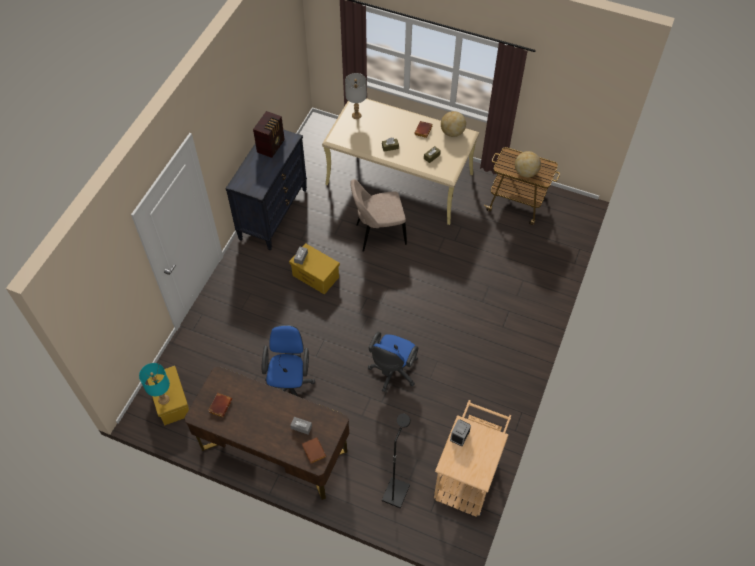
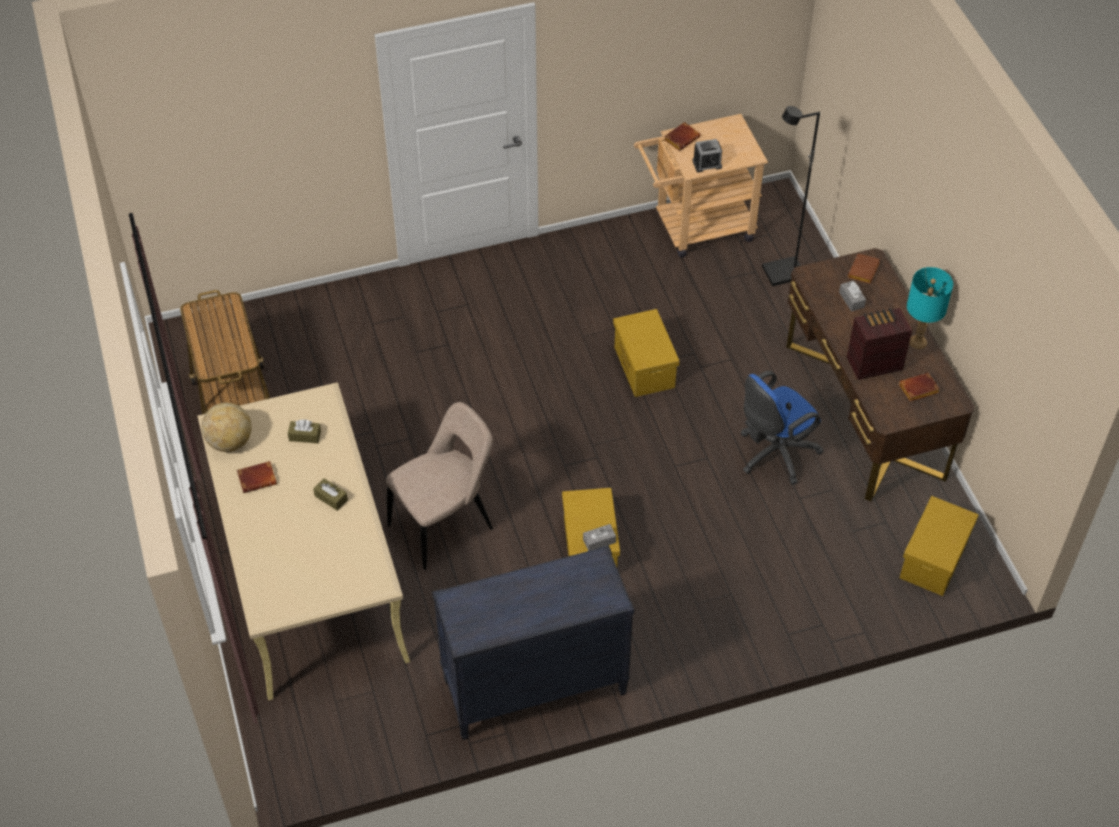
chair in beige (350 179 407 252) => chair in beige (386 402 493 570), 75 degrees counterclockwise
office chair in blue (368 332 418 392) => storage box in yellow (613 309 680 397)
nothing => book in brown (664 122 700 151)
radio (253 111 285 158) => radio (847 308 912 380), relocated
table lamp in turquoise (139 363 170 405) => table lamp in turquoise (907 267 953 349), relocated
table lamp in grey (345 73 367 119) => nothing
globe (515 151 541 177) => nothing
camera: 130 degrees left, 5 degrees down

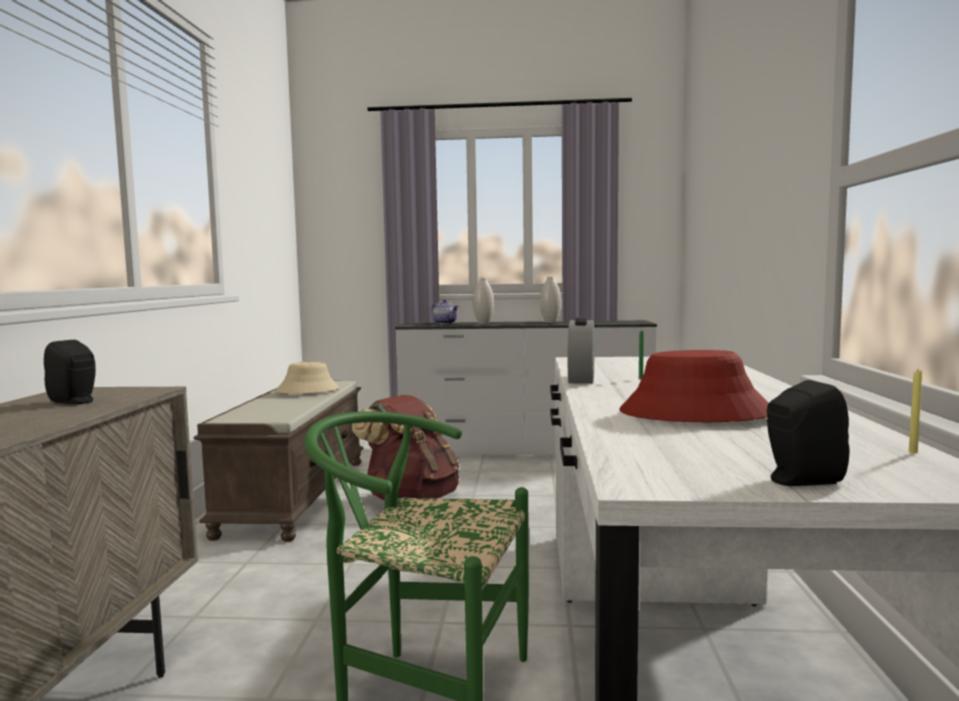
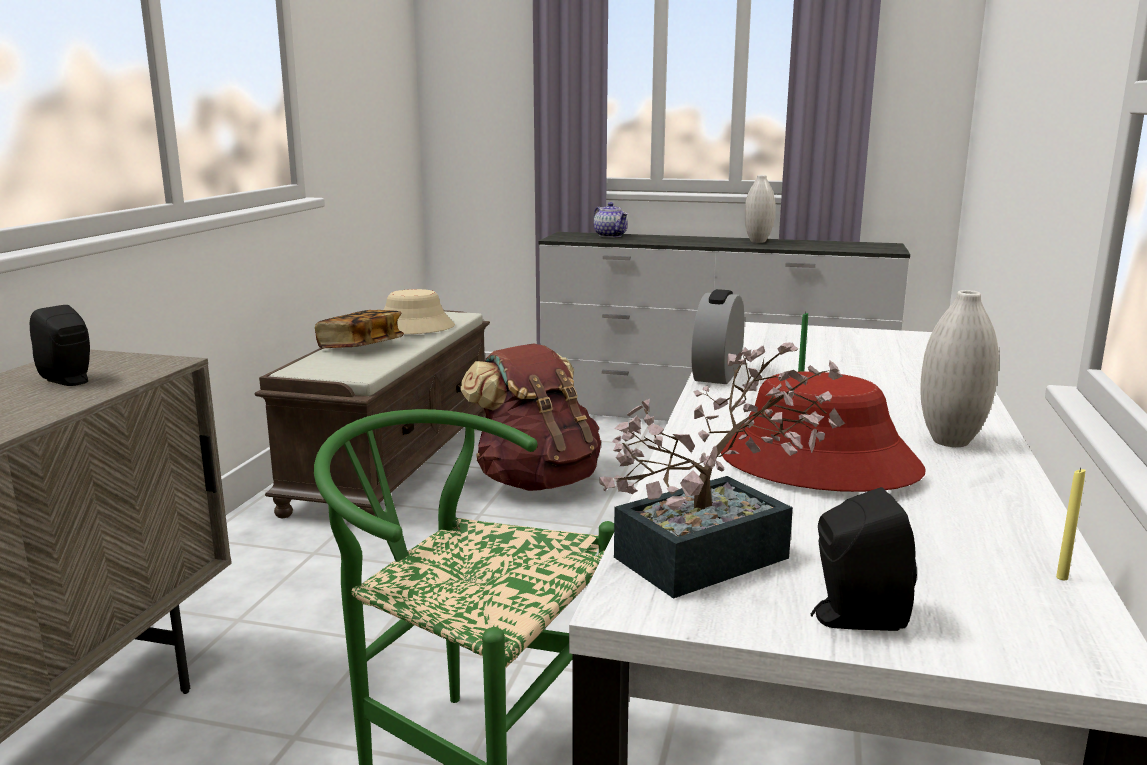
nothing => book (315 310 404 349)
nothing => potted plant (600 342 845 599)
vase in white (473 277 494 324) => vase in white (920 290 999 447), relocated
camera: 10 degrees right, 10 degrees up

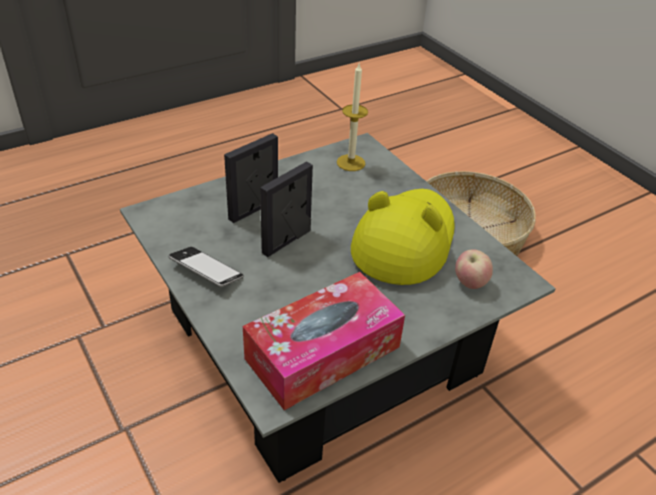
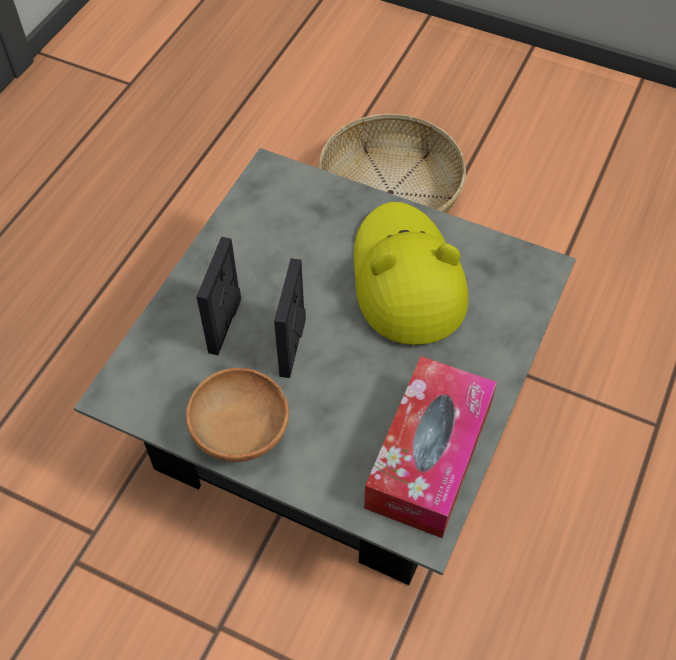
phone (168 247 243 287) => bowl in brown (186 368 289 462)
candle (337 64 368 171) => nothing
apple (455 249 493 289) => nothing
camera: 30 degrees left, 15 degrees up

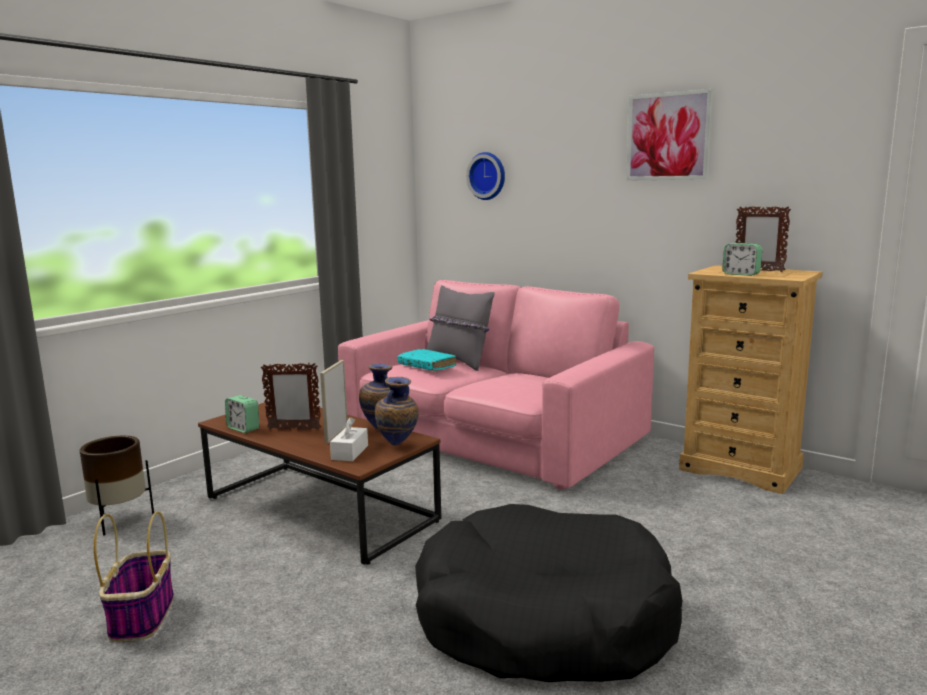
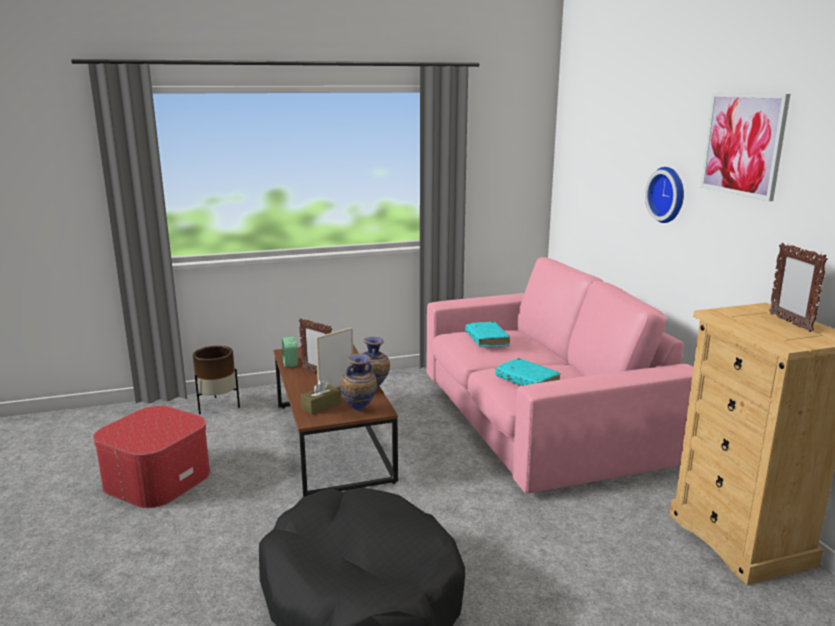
basket (94 511 174 642) => ottoman (93 406 210 508)
tissue box in white (330 417 368 461) => tissue box in brown (301 379 341 415)
nothing => book in turquoise (495 358 561 386)
wall clock (466 152 505 200) => wall clock (645 167 684 223), relocated
pillow in grey (426 285 495 371) => nothing
alarm clock (722 243 762 276) => nothing
camera: 35 degrees right, 5 degrees up

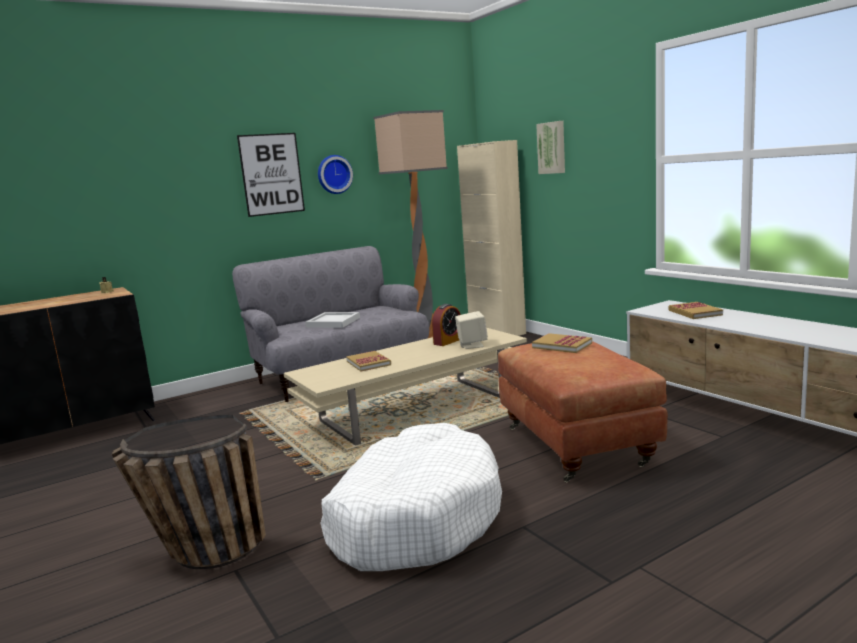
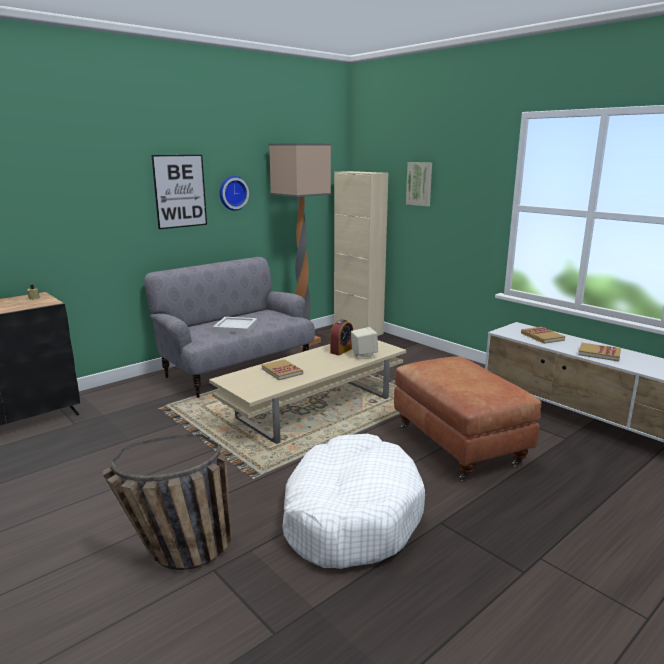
book (532 333 592 353) => book (578 343 621 361), relocated
camera: 10 degrees left, 5 degrees up

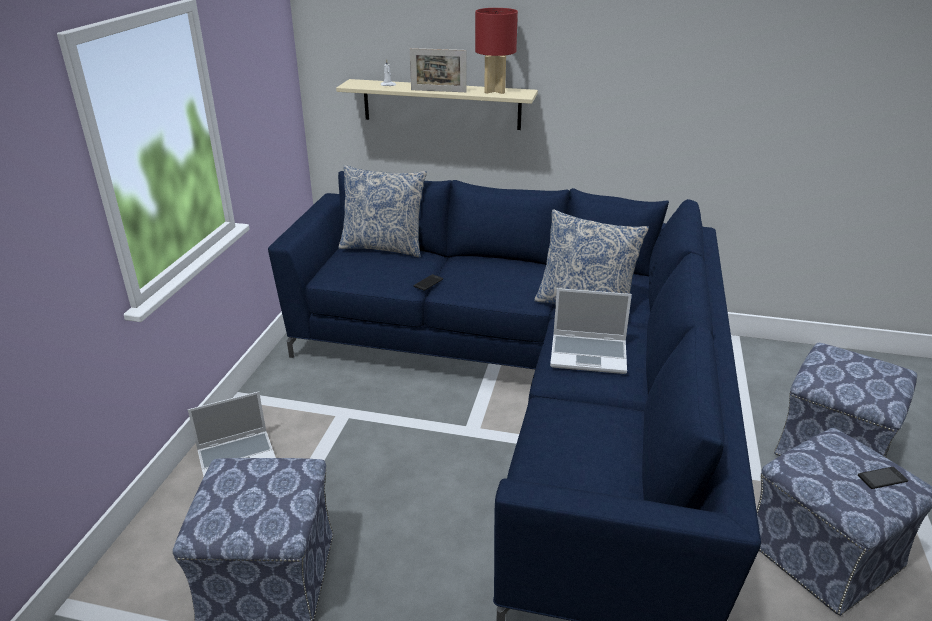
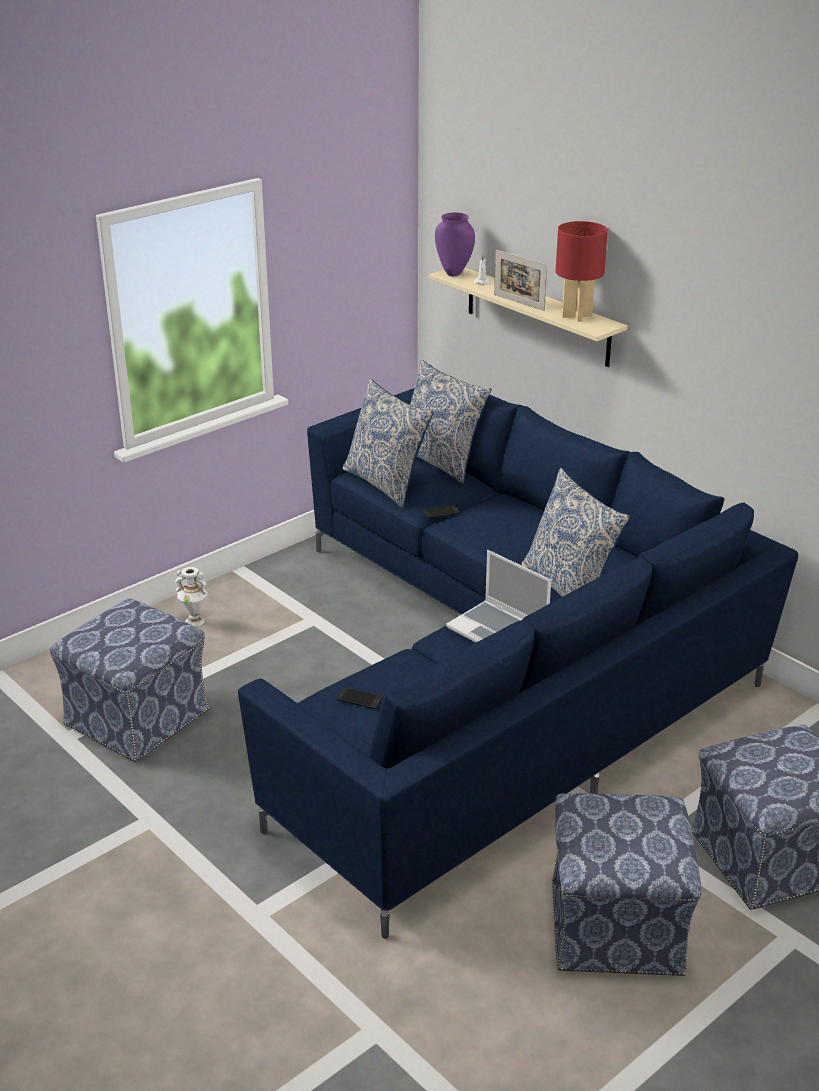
laptop (188 391 276 477) => vase in white (175 567 207 627)
phone (858 467 908 489) => phone (337 687 383 709), relocated
nothing => pillow (342 379 433 508)
nothing => vase in purple (435 212 475 276)
camera: 35 degrees right, 0 degrees up

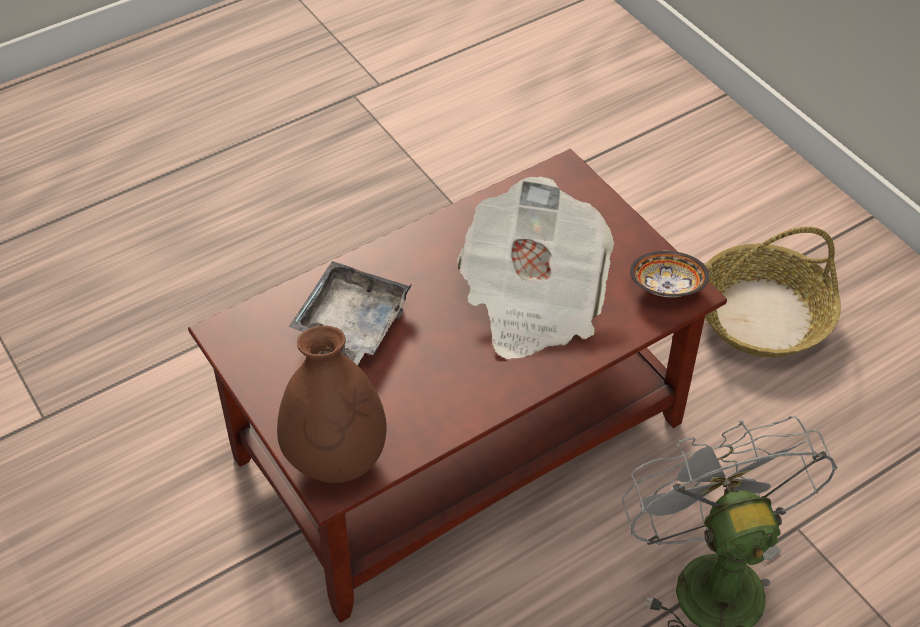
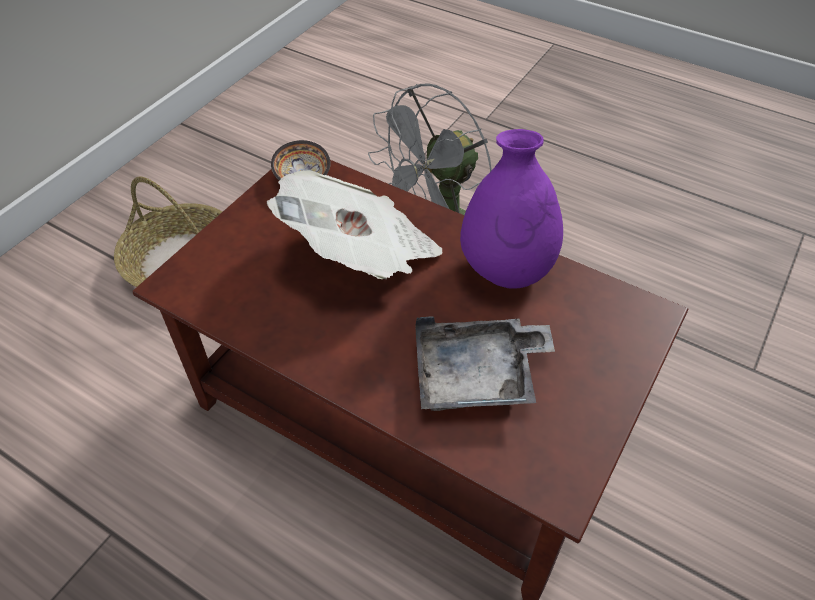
nothing => vase in purple (460 129 563 289)
vase in brown (277 325 387 483) => nothing
camera: 115 degrees left, 0 degrees up

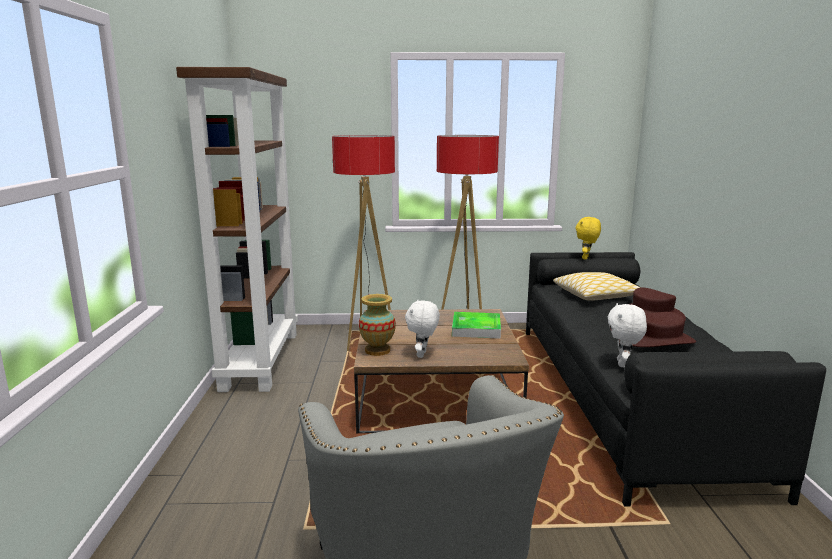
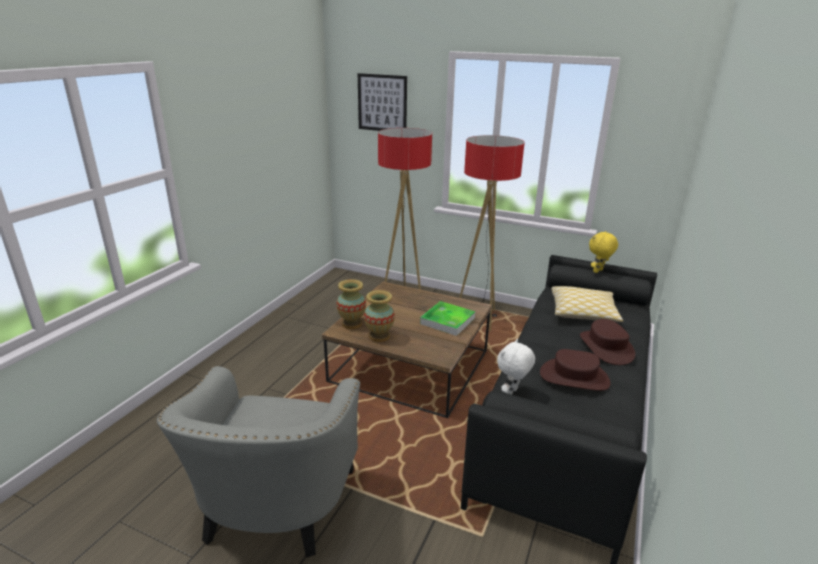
nothing => picture (358 73 407 131)
plush toy in white (405 300 440 358) => vase (364 290 395 342)
bookcase in brown (176 67 298 392) => nothing
camera: 25 degrees right, 10 degrees up

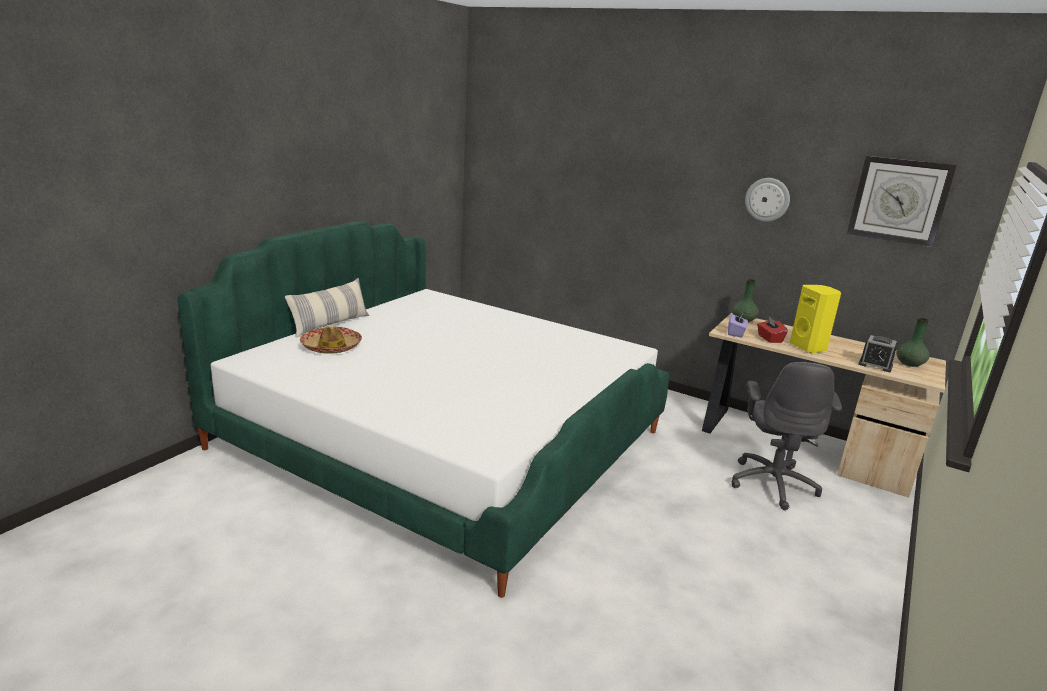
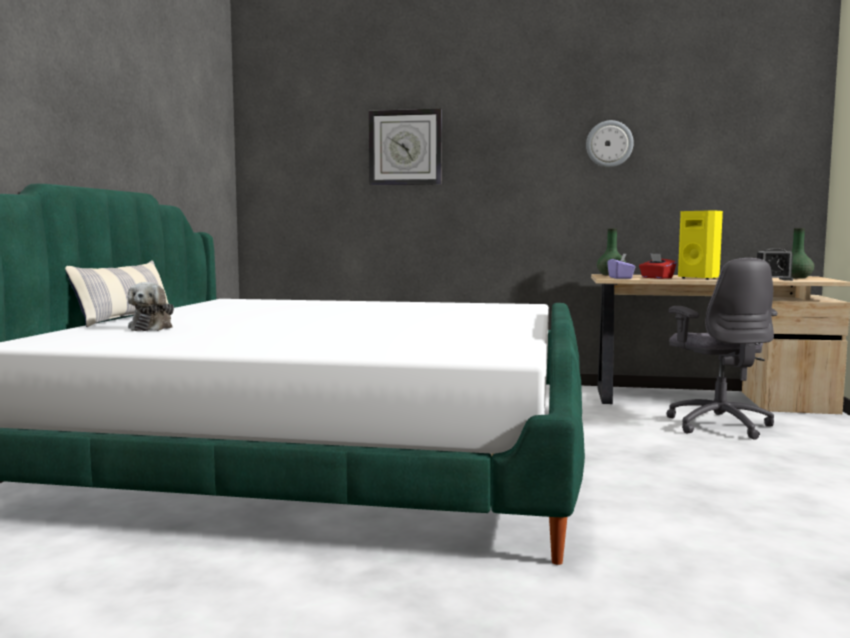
hat (300 325 362 354) => plush toy (128 282 174 331)
wall clock (847 155 957 247) => wall clock (369 109 442 185), relocated
camera: 20 degrees left, 15 degrees down

